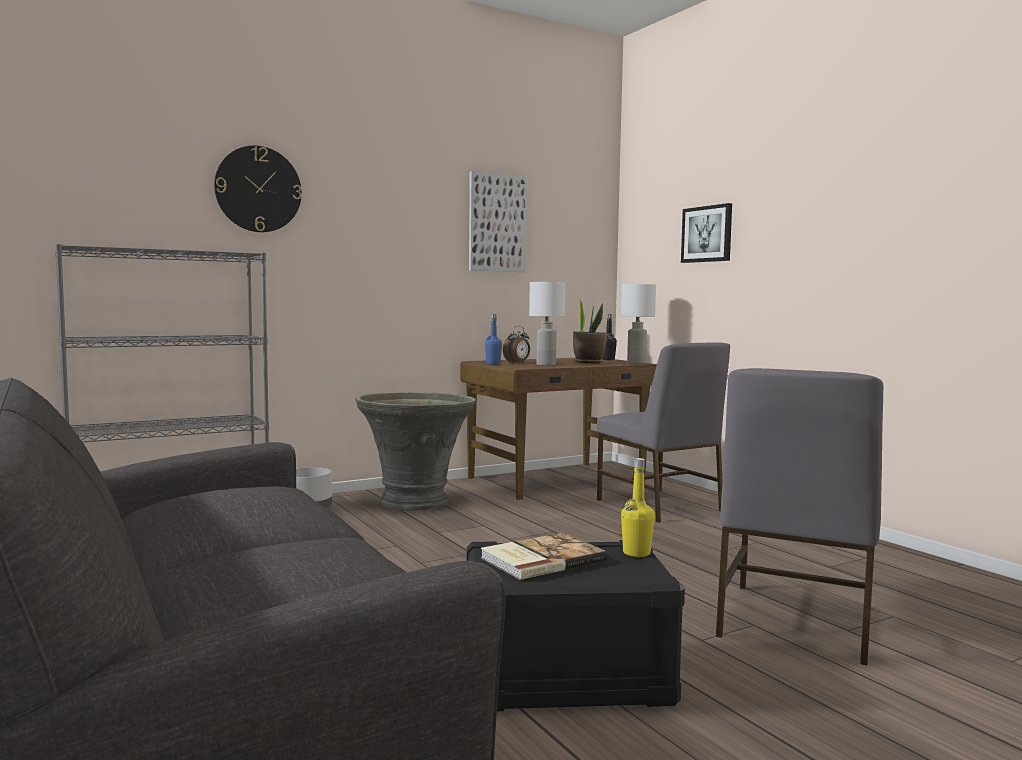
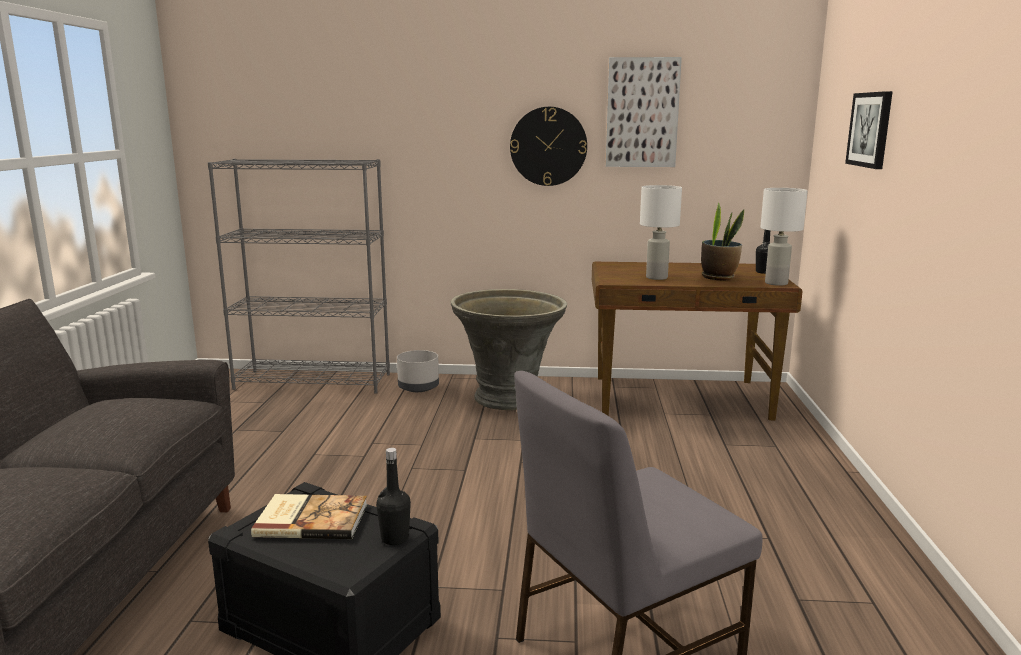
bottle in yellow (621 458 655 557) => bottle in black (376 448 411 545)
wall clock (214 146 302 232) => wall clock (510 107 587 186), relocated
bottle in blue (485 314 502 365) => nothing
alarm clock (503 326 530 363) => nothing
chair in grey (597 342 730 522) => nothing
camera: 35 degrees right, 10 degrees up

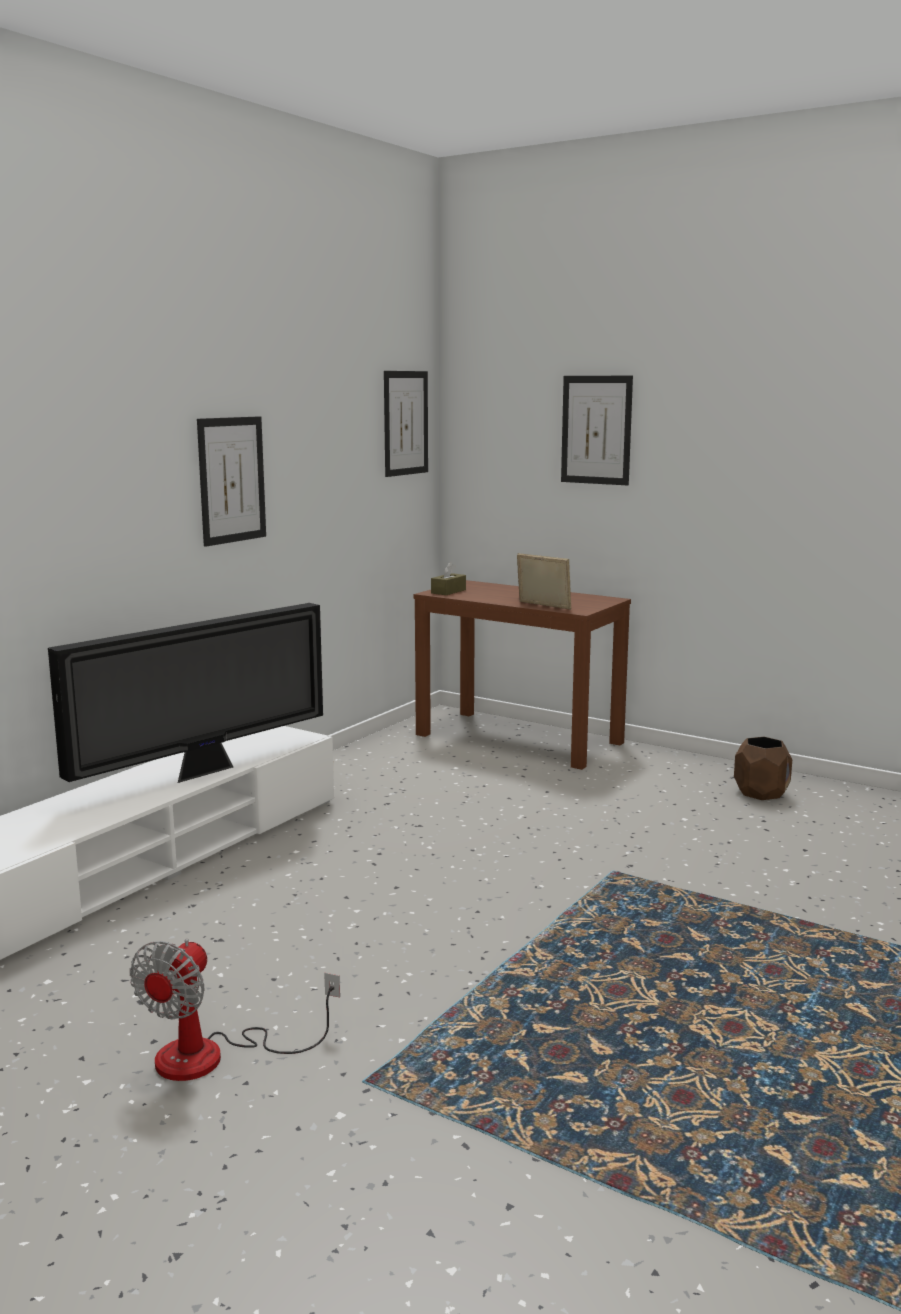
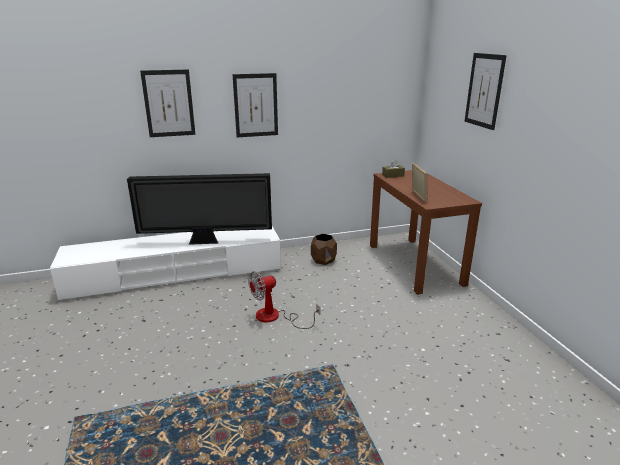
picture (384 371 428 477) => picture (140 69 196 137), relocated
fan (130 939 340 1081) => fan (248 271 320 329), relocated
planter in brown (734 737 792 800) => planter in brown (311 234 337 265), relocated
camera: 40 degrees right, 10 degrees up

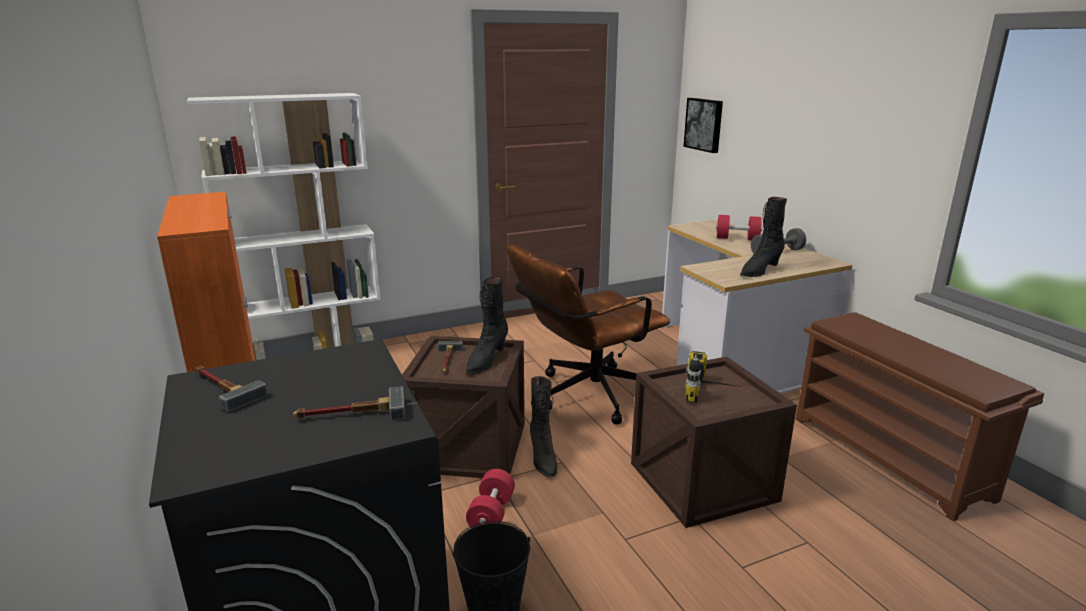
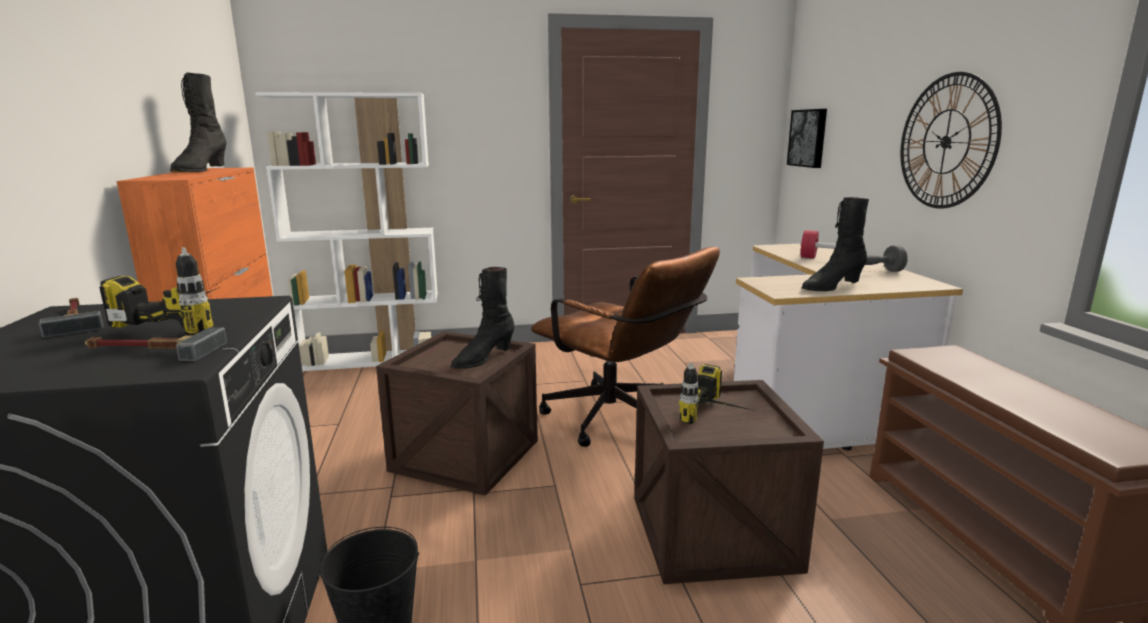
nothing => power drill (99 247 220 335)
boot in black (530 376 557 478) => boot in black (170 73 227 173), relocated
office chair in brown (507 244 670 425) => office chair in brown (531 247 720 447), 120 degrees counterclockwise
nothing => wall clock (901 72 1002 209)
hammer (438 341 463 372) => nothing
dumbbell in red (466 469 515 528) => nothing
camera: 15 degrees right, 5 degrees down

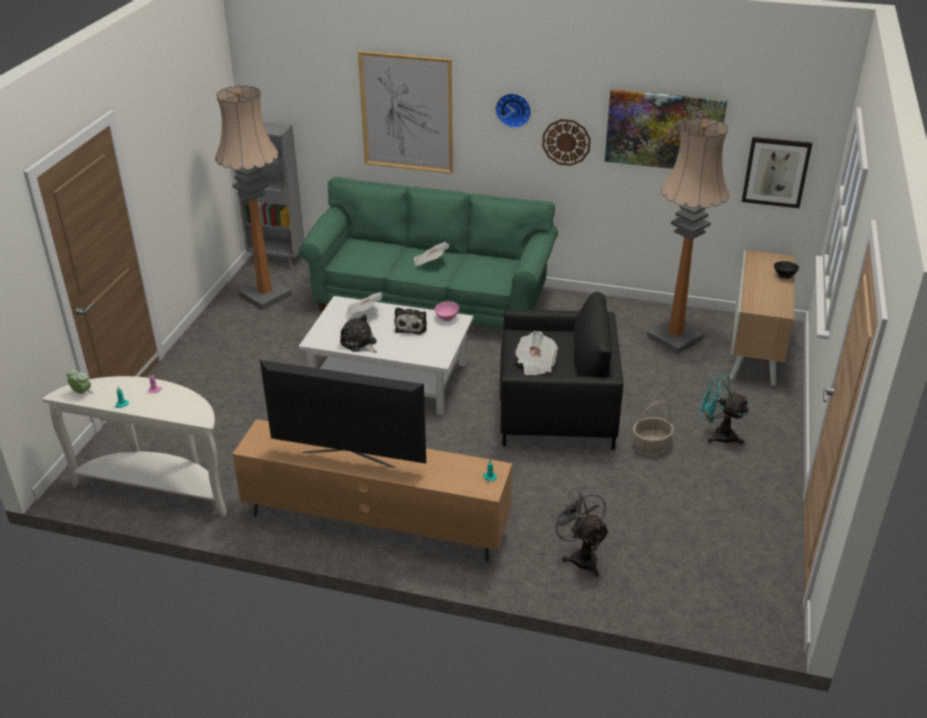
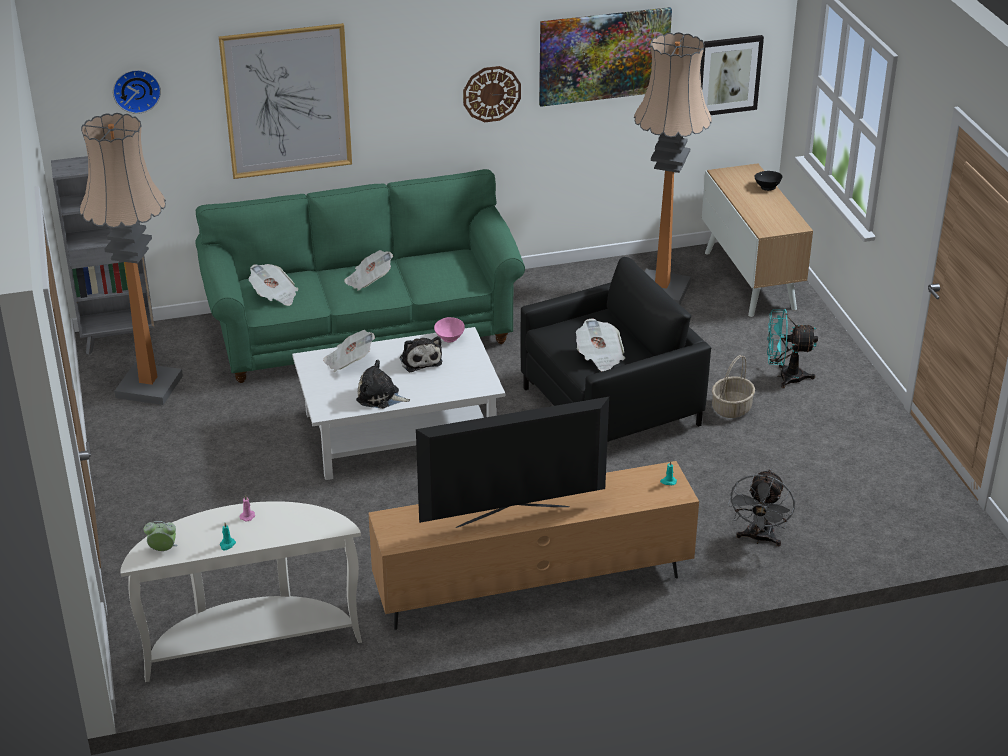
wall clock (495 93 531 128) => wall clock (113 70 161 114), relocated
nothing => newspaper (248 264 298 306)
fan in grey (550 487 609 577) => fan in grey (728 469 795 547), 105 degrees counterclockwise
camera: 30 degrees left, 0 degrees up

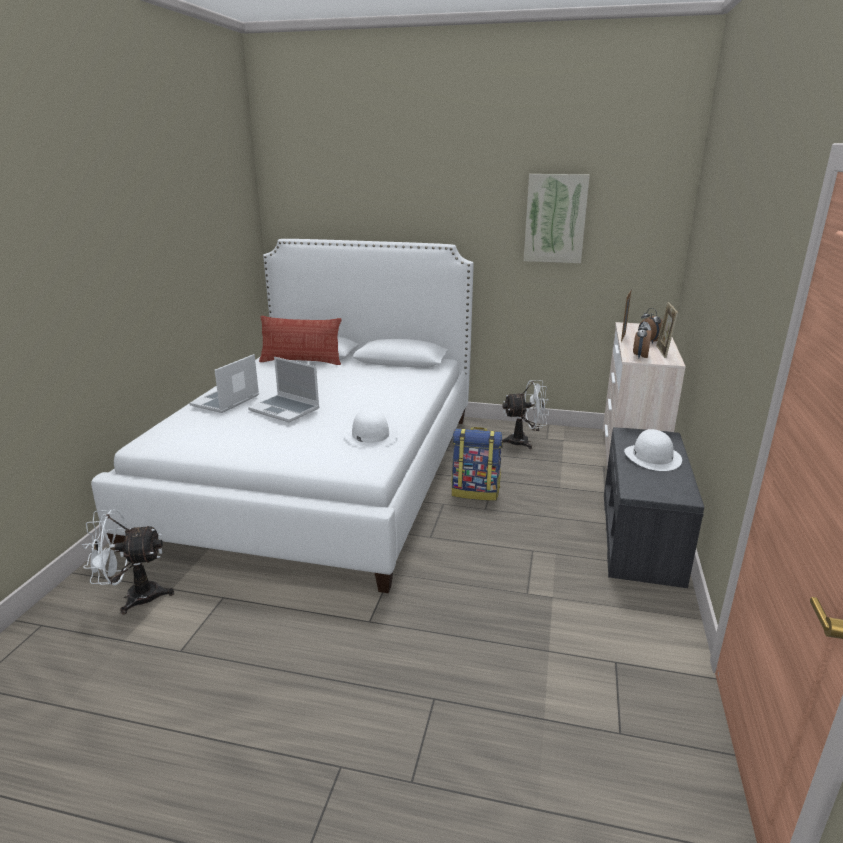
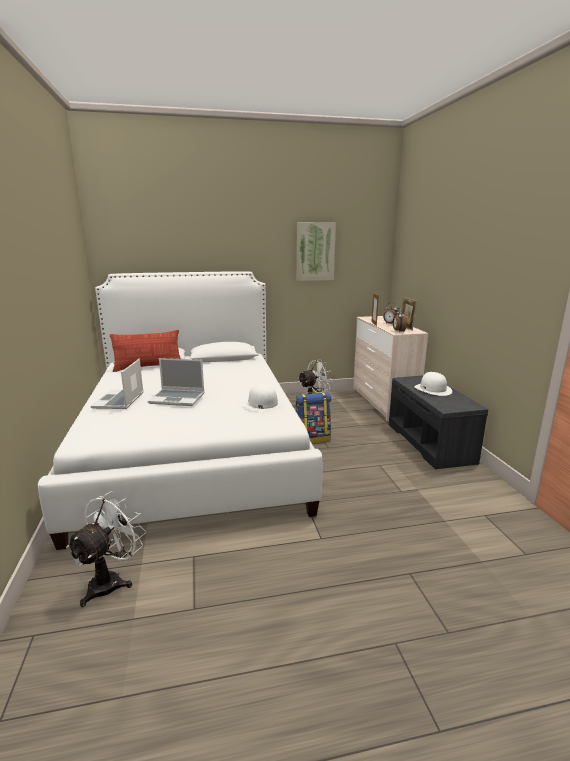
fan in white (82 509 174 615) => fan in white (66 491 146 607), 150 degrees clockwise
camera: 25 degrees left, 5 degrees down

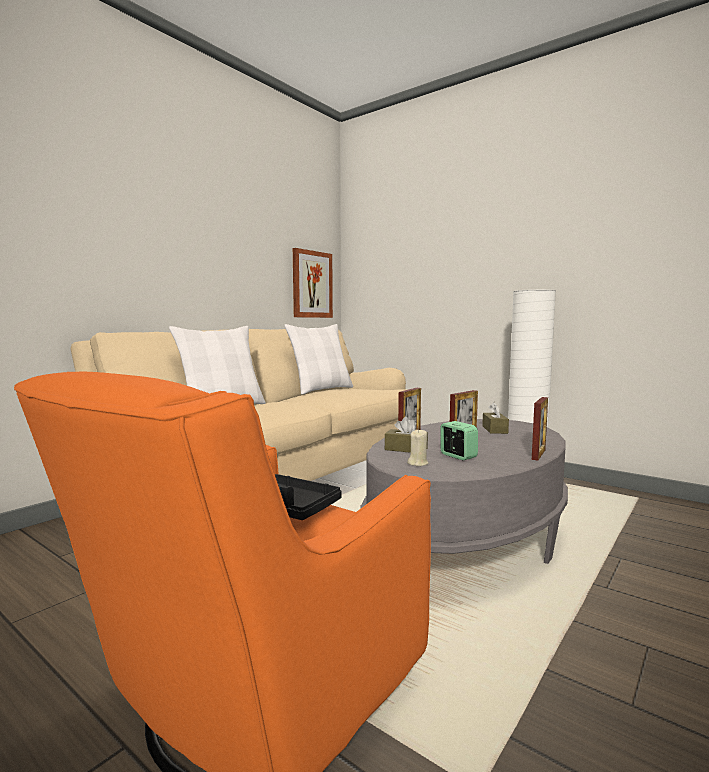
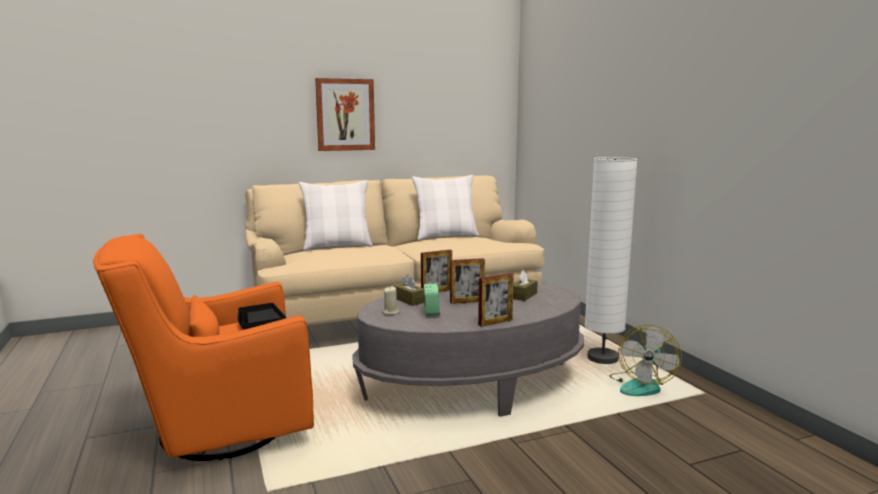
picture (293 248 333 318) => picture (315 78 375 151), relocated
nothing => fan (610 325 682 396)
camera: 30 degrees right, 5 degrees up

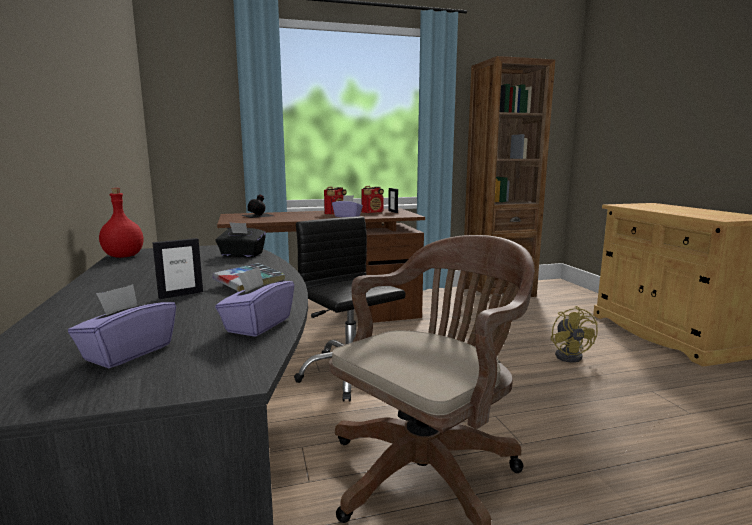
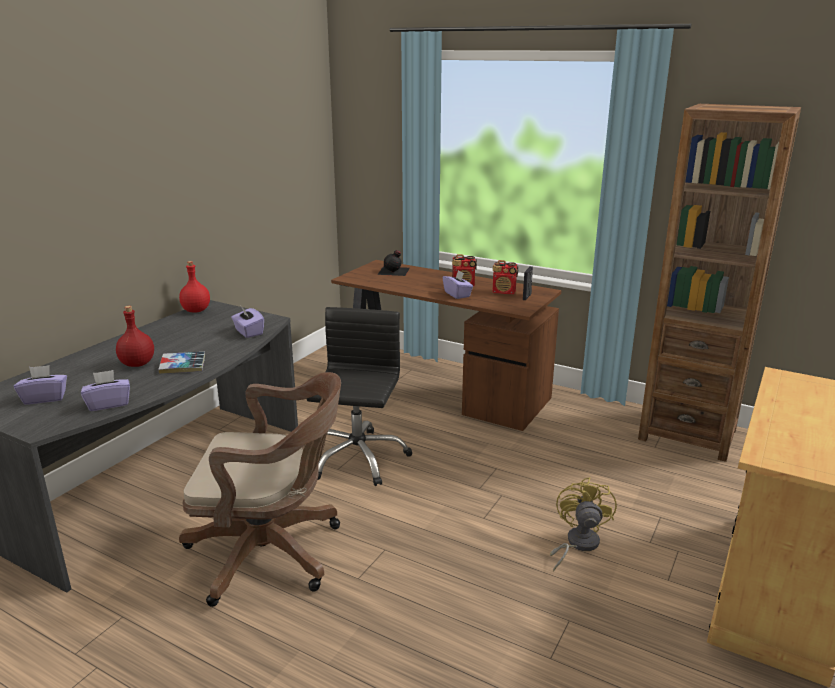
picture frame (152 238 203 299) => bottle in red (116 306 154 367)
tissue box in black (216 222 266 257) => tissue box in purple (231 307 264 338)
fan in yellow (551 306 598 363) => fan in yellow (550 477 617 572), 150 degrees clockwise
camera: 45 degrees right, 10 degrees up

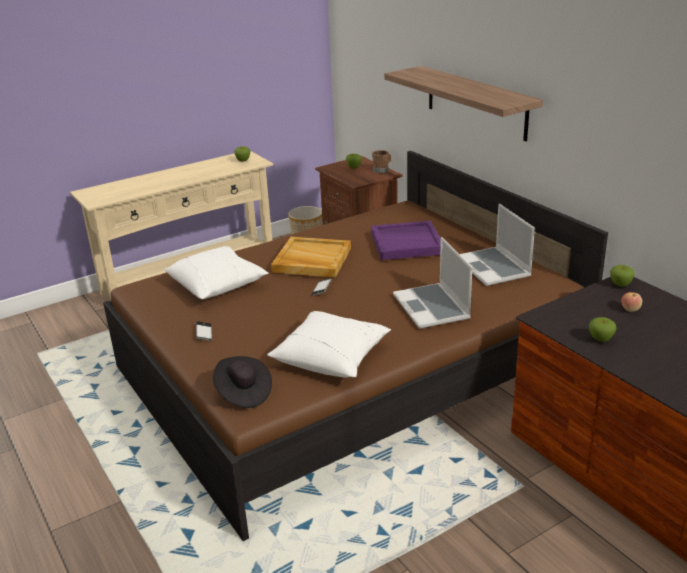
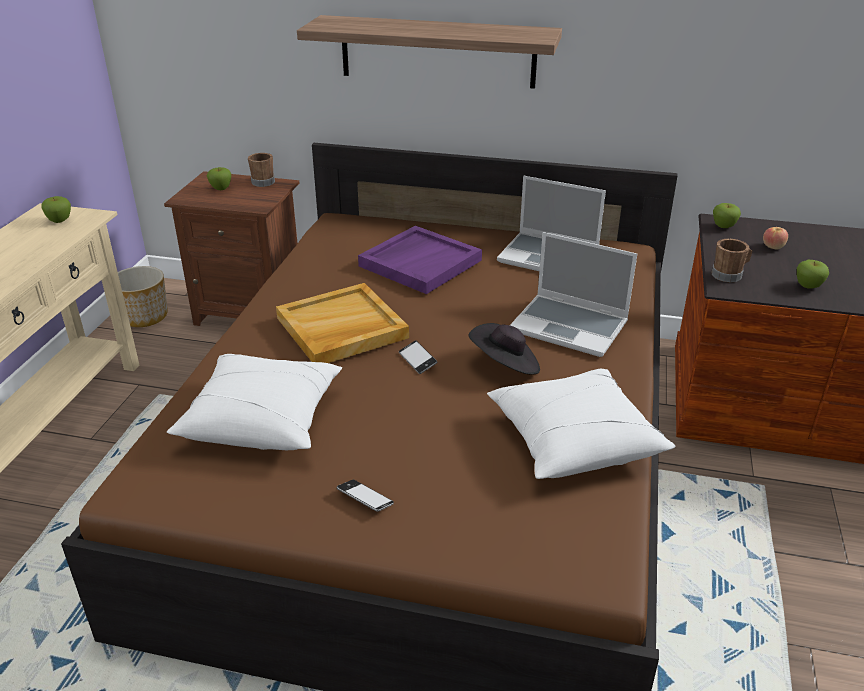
hat in black (213 356 272 408) => hat in black (468 323 540 374), relocated
nothing => mug in brown (712 239 752 282)
camera: 45 degrees left, 5 degrees up

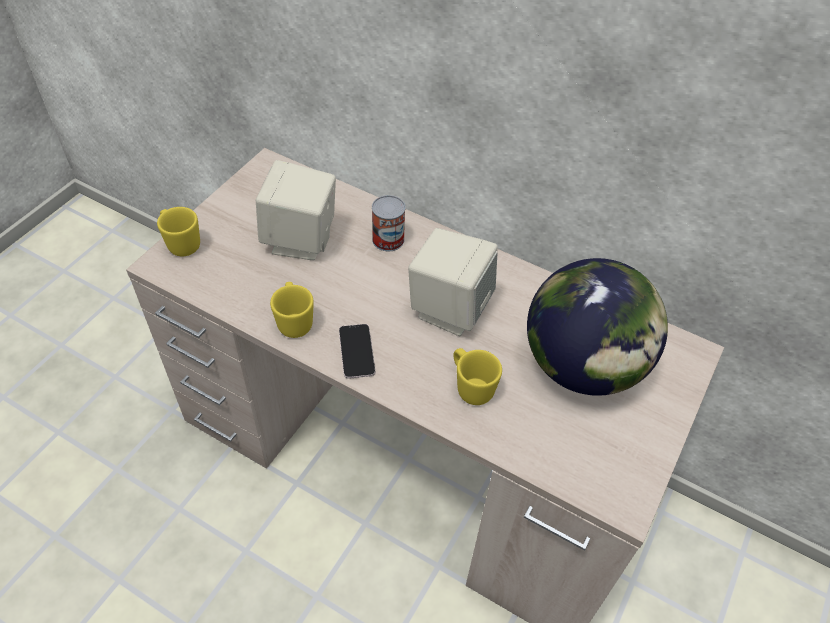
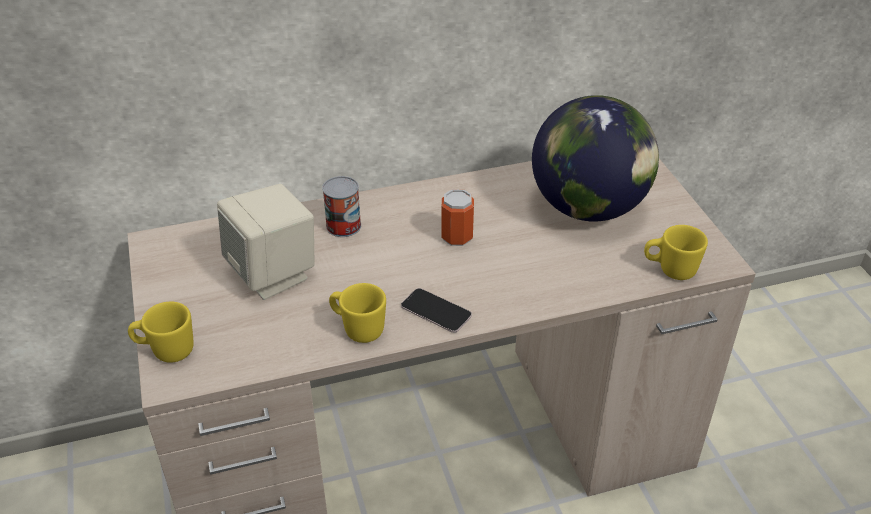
speaker in beige (408 228 498 336) => can (441 189 474 246)
mug in yellow (454 348 502 405) => mug in yellow (644 225 708 280), relocated
camera: 45 degrees left, 10 degrees down

